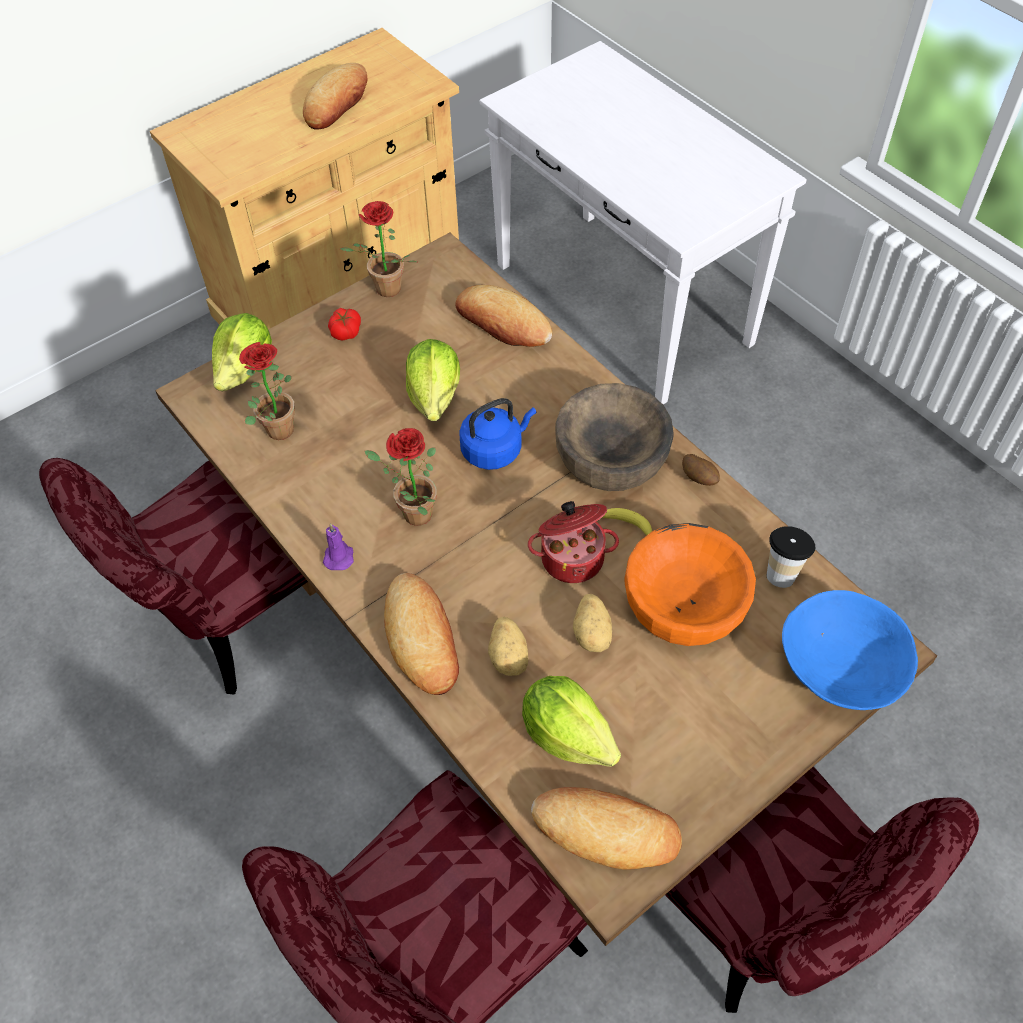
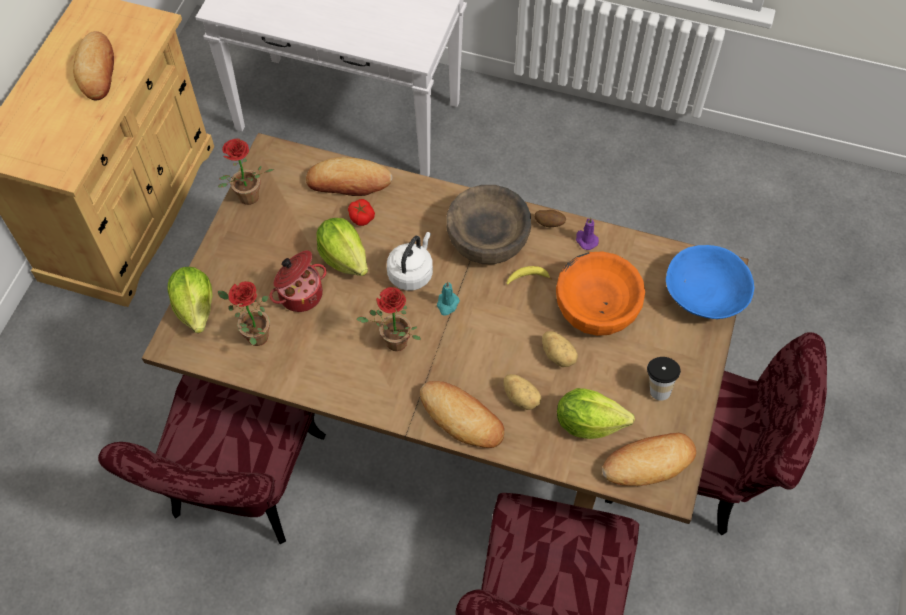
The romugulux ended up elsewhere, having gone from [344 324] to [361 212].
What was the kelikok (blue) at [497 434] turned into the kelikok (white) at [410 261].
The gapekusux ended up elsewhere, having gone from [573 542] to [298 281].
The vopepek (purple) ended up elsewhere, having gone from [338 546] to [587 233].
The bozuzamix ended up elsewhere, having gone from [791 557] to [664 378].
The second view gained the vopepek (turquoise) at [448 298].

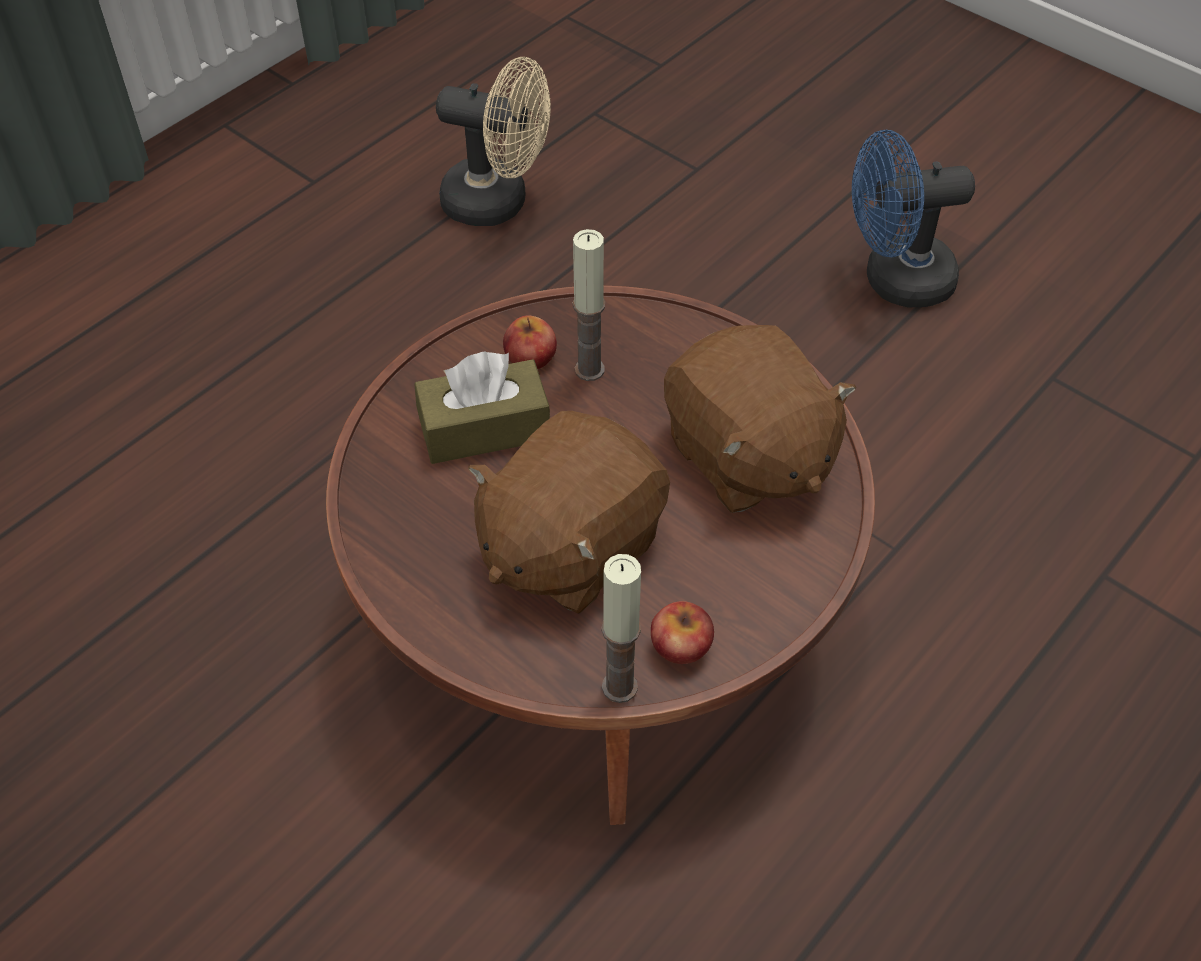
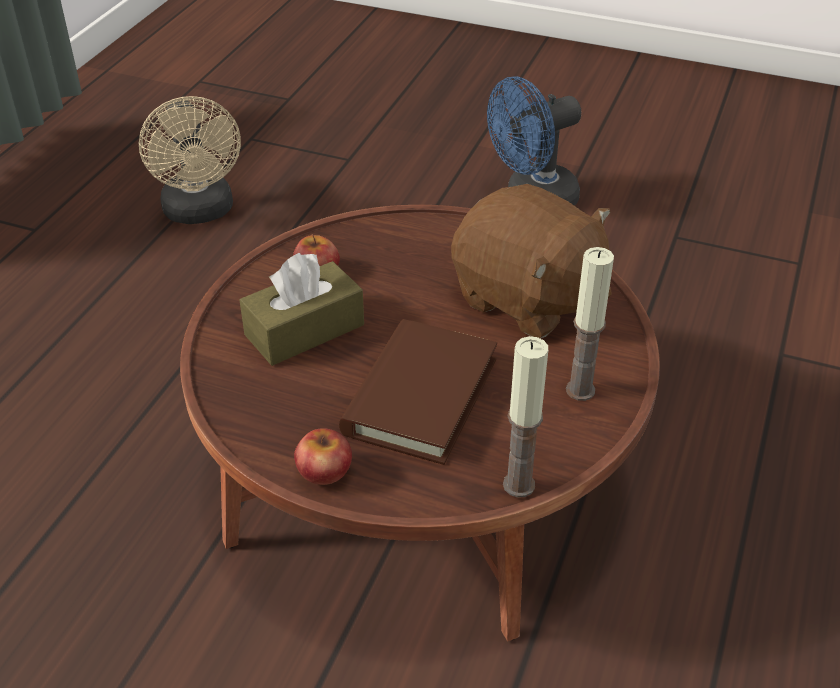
The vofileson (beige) at [493 141] ended up facing another way, 75 degrees clockwise from before.
The vopepek ended up elsewhere, having gone from [589 305] to [590 324].
Where the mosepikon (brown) stood at [569 512], the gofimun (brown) came to stand at [418 392].
The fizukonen ended up elsewhere, having gone from [682 632] to [323 456].

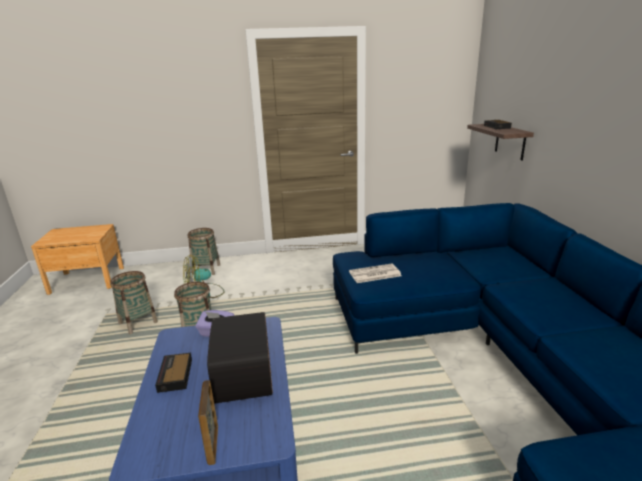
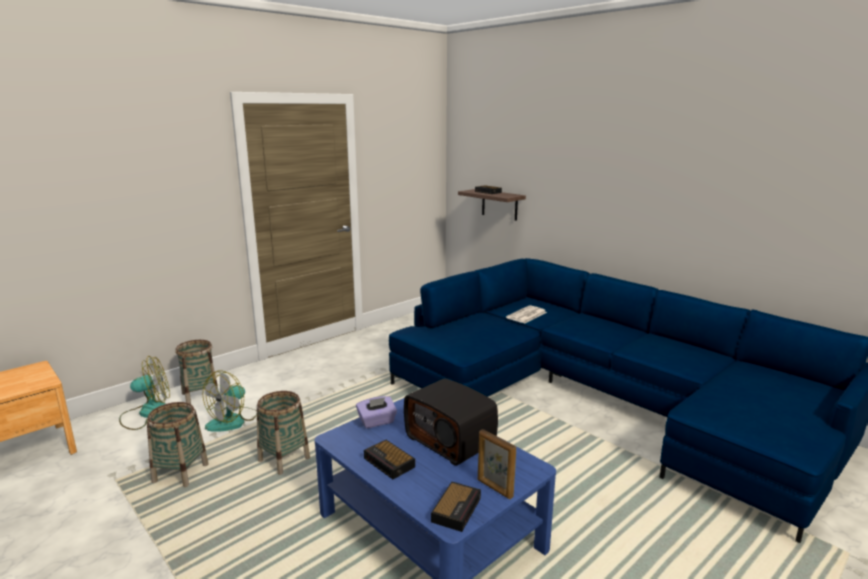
The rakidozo ended up elsewhere, having gone from [375 273] to [526 314].
The second view gained the vofileson at [144 393].
The second view gained the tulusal at [456 507].

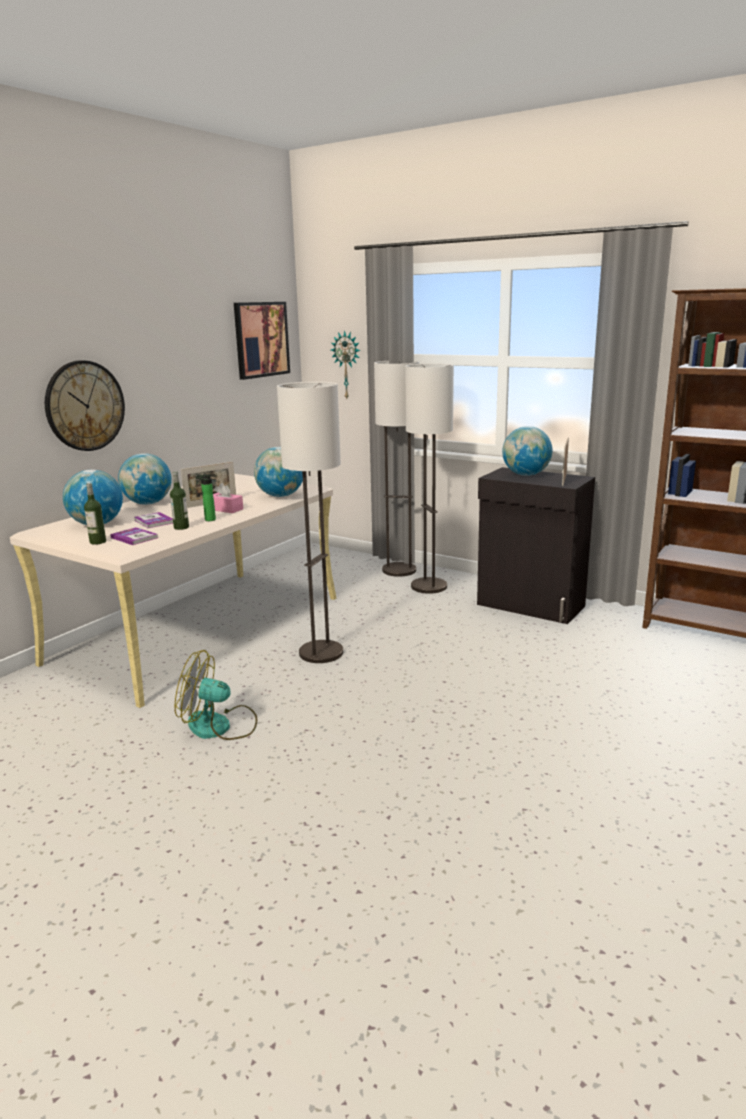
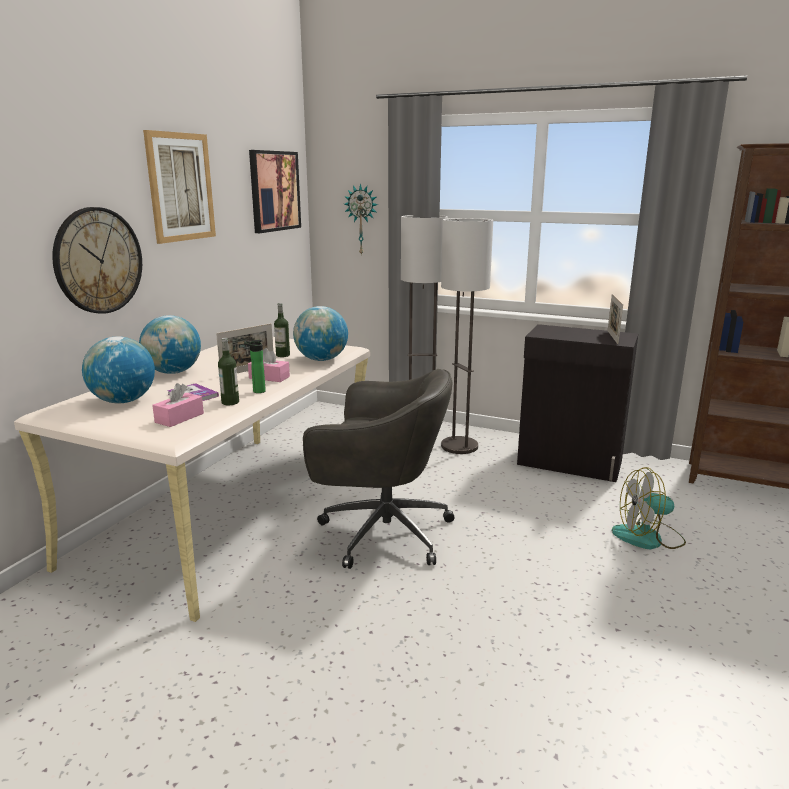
Where the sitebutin stood at [310 522], the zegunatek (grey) came to stand at [379 469].
The second view lost the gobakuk at [527 451].
The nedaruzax ended up elsewhere, having gone from [95 514] to [282 330].
Where the gofimun stood at [134 536], the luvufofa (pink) came to stand at [178 405].
The vofileson ended up elsewhere, having gone from [216 695] to [649 508].
The second view gained the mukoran at [179 187].

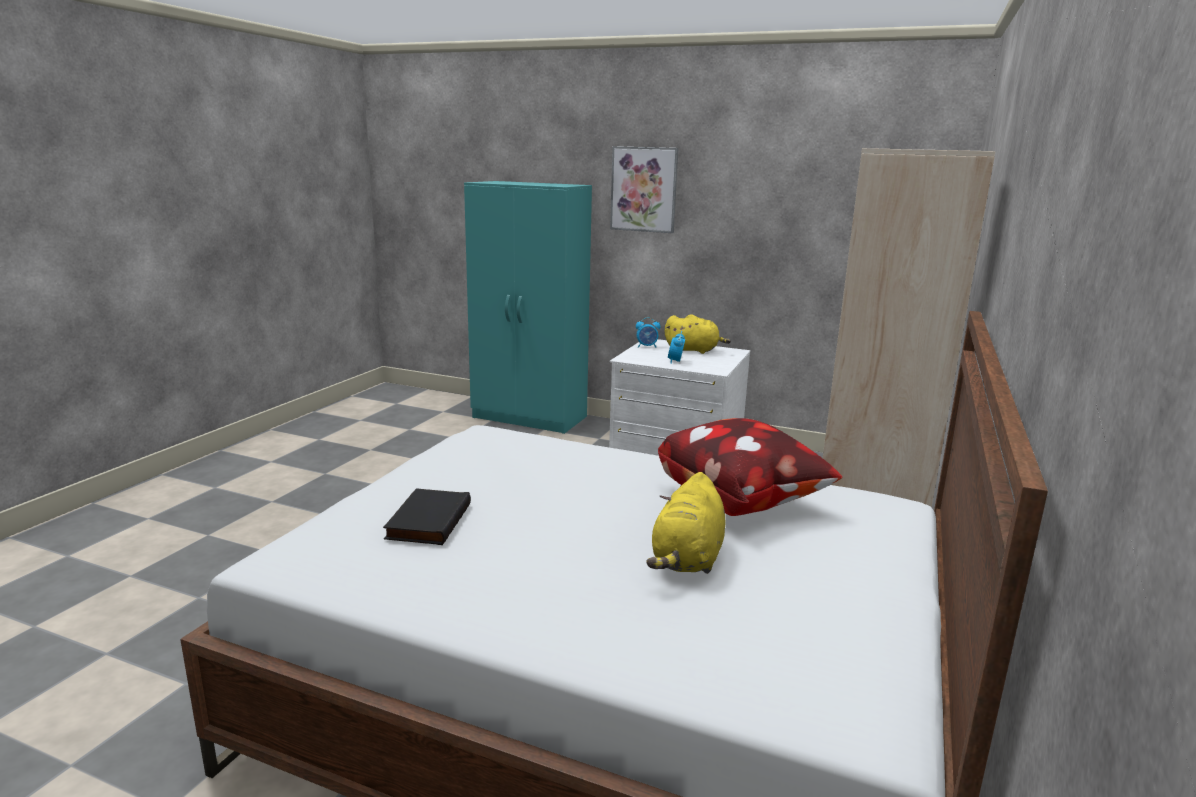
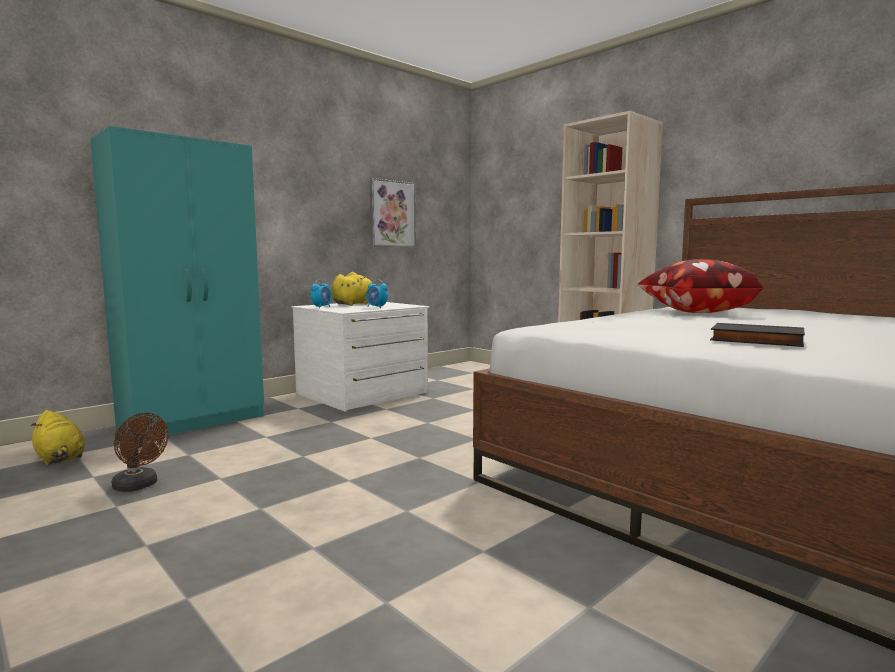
The mukoran ended up elsewhere, having gone from [644 189] to [393 212].
The mosepikon (yellow) ended up elsewhere, having gone from [686 523] to [58 437].
The second view gained the vofileson (brown) at [140 452].

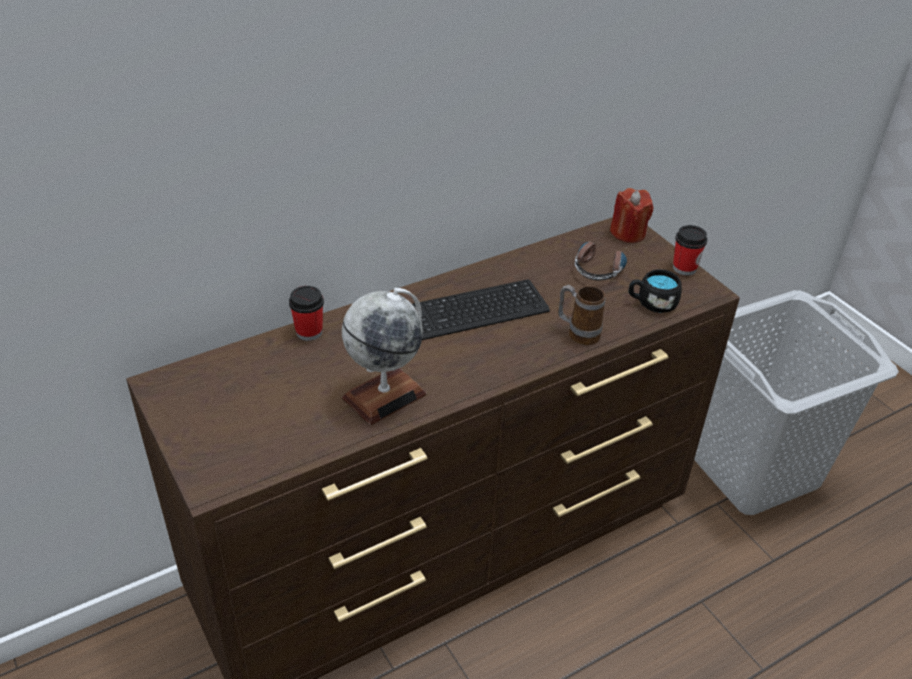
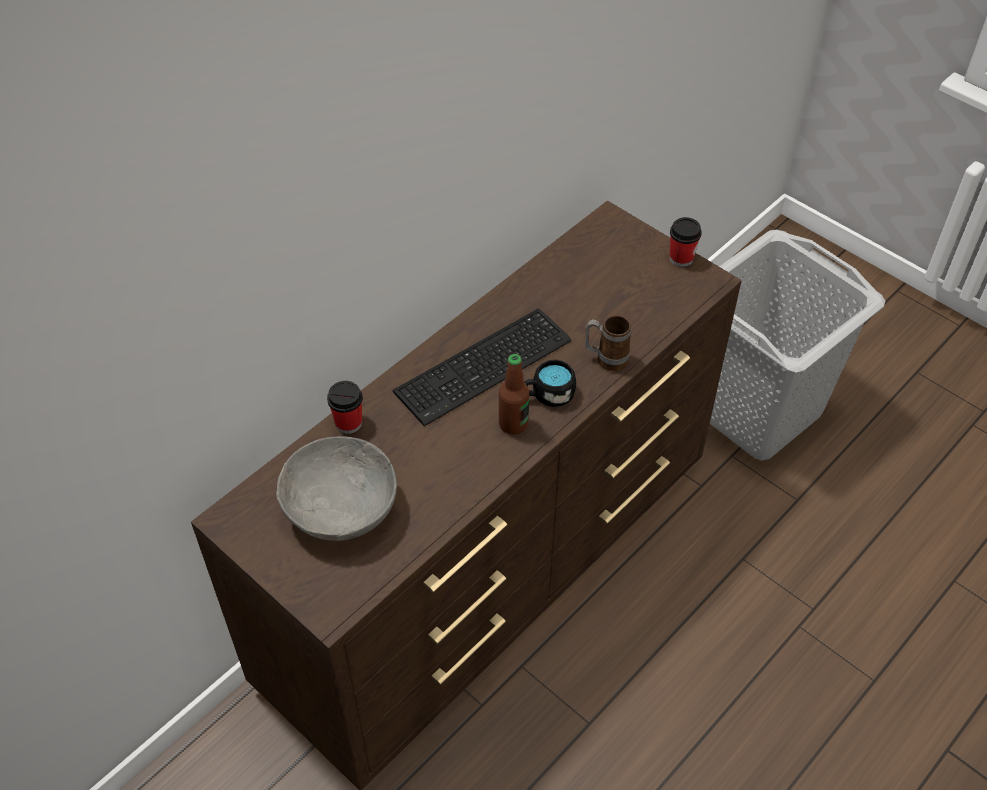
The second view lost the vopepek (red) at [631 215].
The second view lost the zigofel at [600 261].
The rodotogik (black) ended up elsewhere, having gone from [655 291] to [550 383].
The second view lost the gobakuk at [384 356].
The second view gained the nedaruzax at [514 394].
The second view gained the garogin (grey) at [336 488].

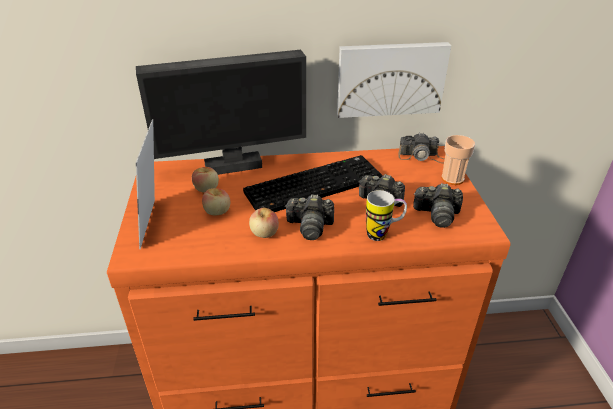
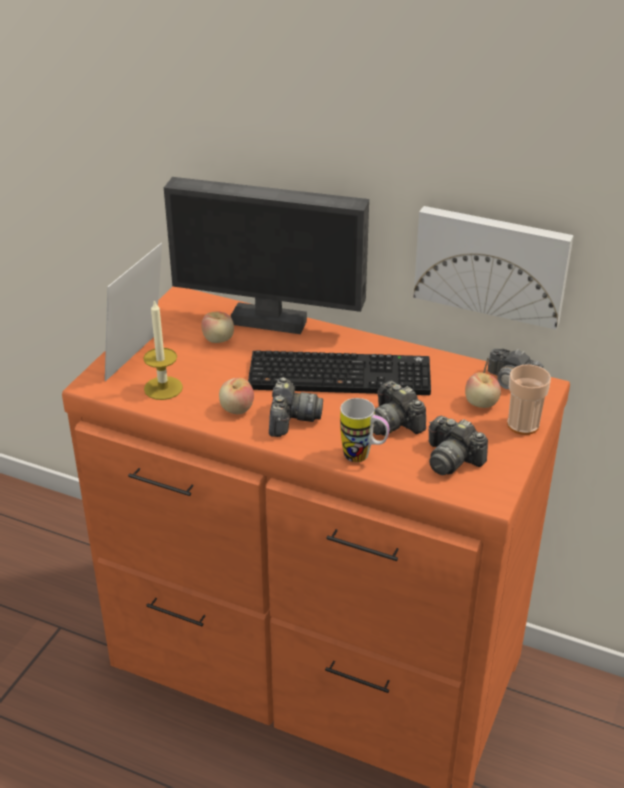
The fizukonen ended up elsewhere, having gone from [216 201] to [483 390].
The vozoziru at [309 217] ended up facing another way, 120 degrees counterclockwise from before.
The second view gained the vopepek at [163 349].

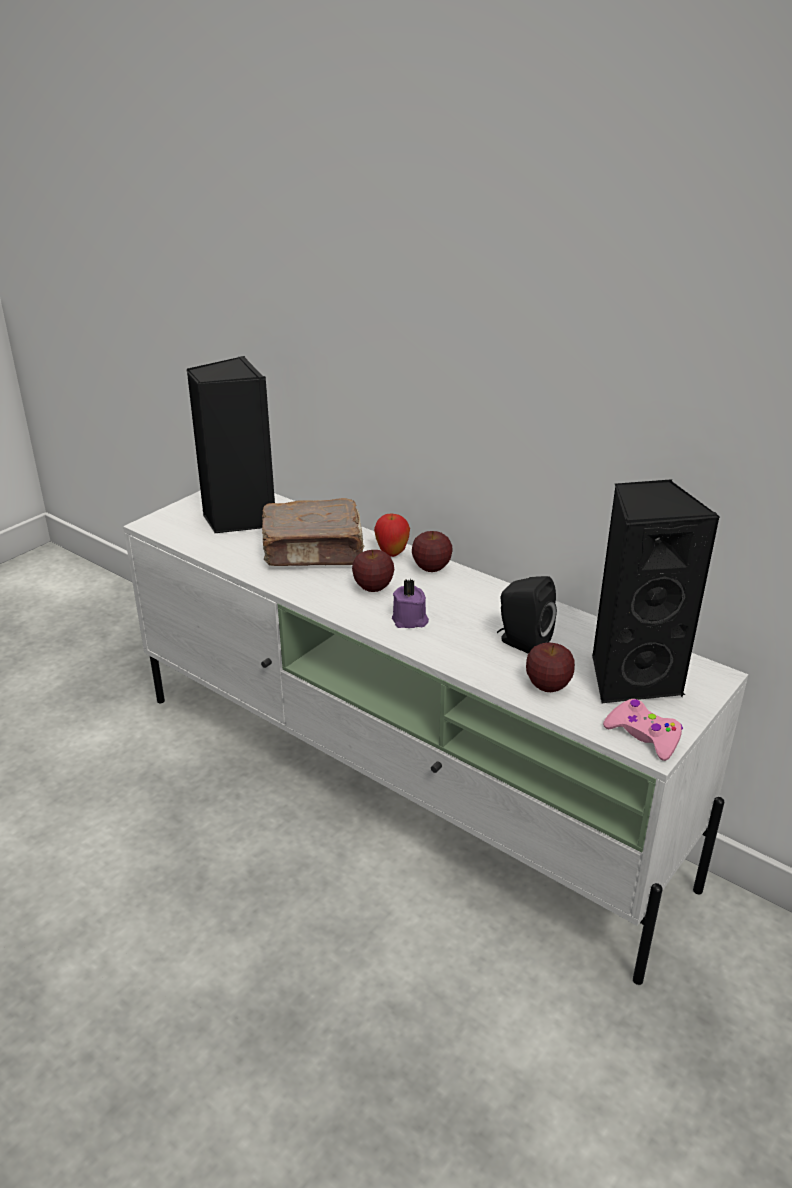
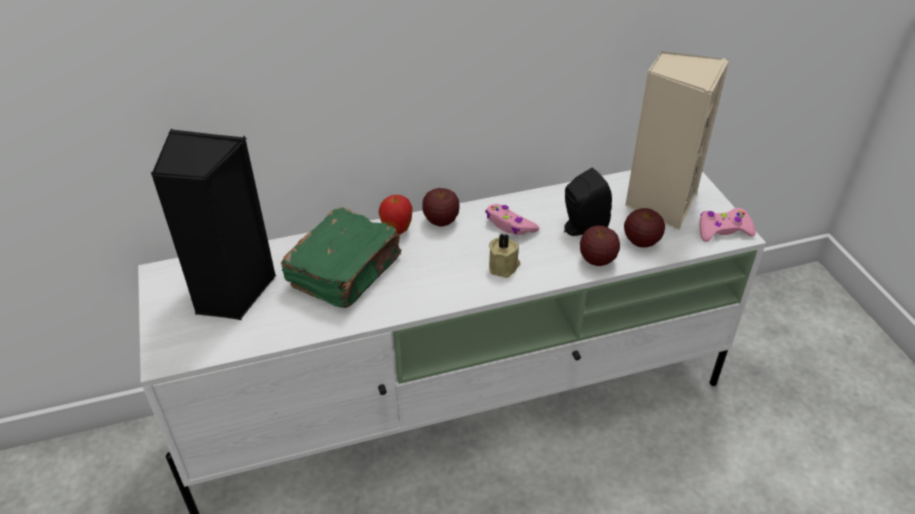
What was the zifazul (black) at [655 591] turned into the zifazul (beige) at [677 140].
What was the gofimun (brown) at [313 532] turned into the gofimun (green) at [341 258].
The fizukonen ended up elsewhere, having gone from [373 571] to [600 246].
What was the vopepek (purple) at [410 603] turned into the vopepek (beige) at [504 256].
The second view gained the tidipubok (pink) at [512 219].

